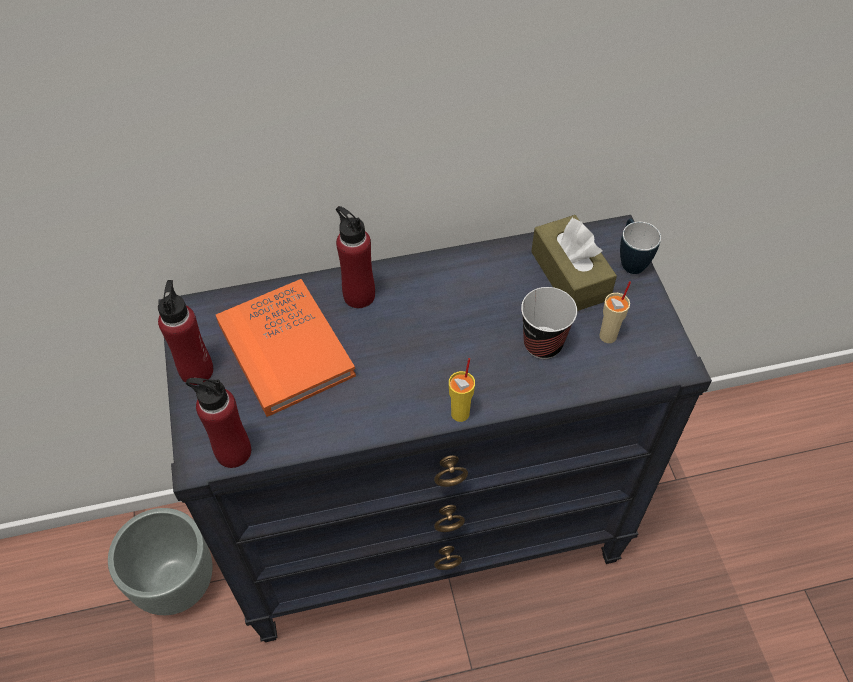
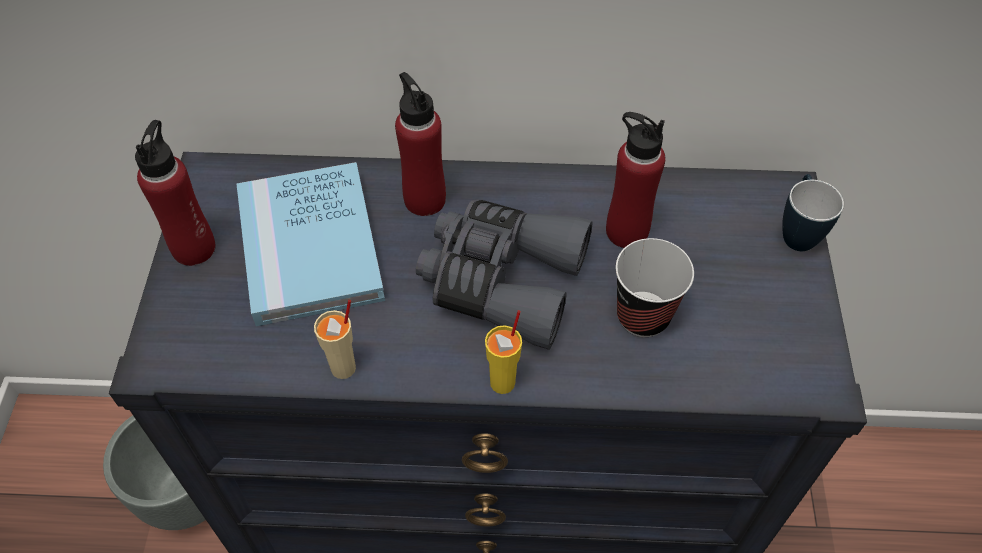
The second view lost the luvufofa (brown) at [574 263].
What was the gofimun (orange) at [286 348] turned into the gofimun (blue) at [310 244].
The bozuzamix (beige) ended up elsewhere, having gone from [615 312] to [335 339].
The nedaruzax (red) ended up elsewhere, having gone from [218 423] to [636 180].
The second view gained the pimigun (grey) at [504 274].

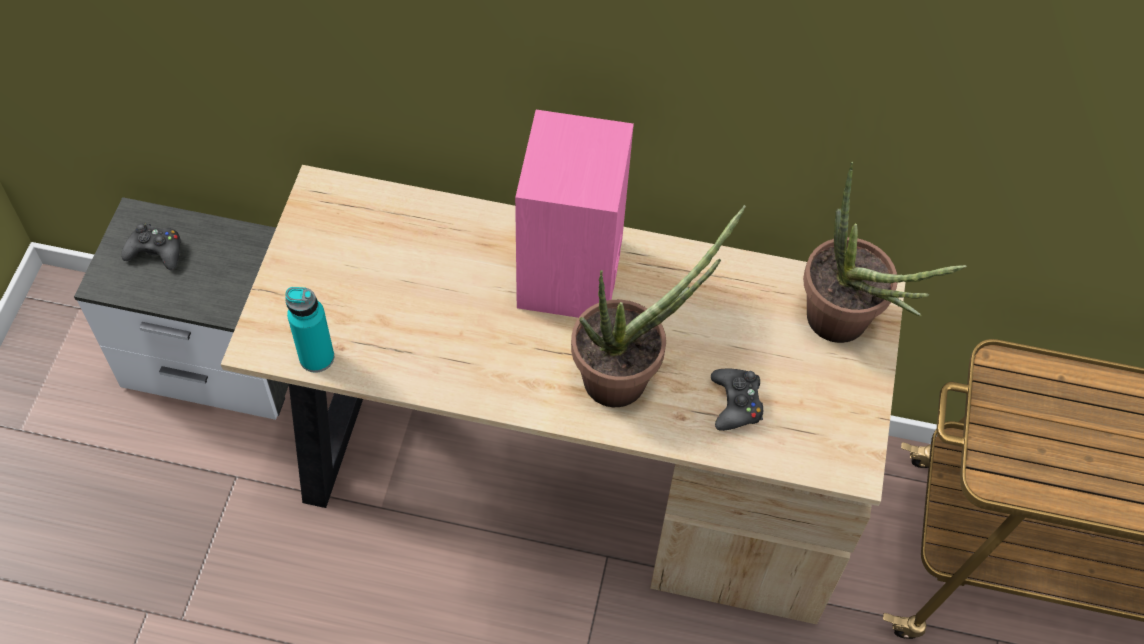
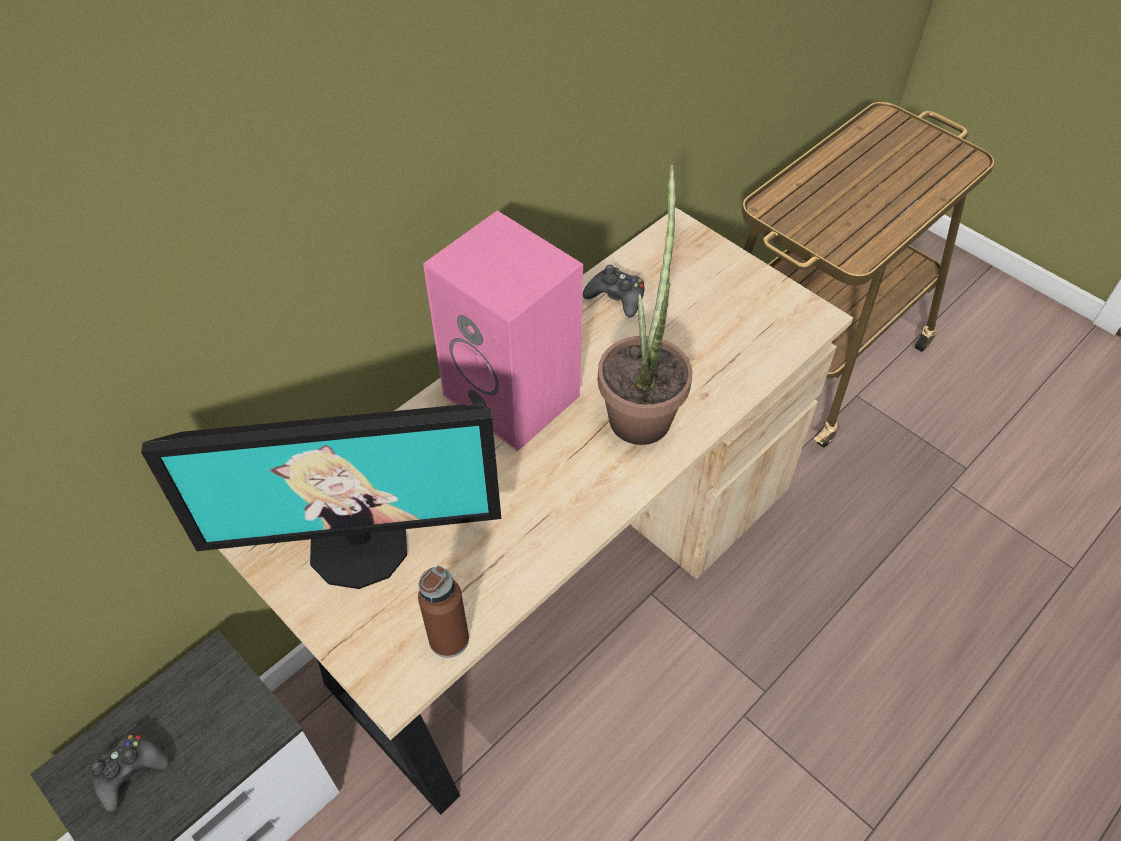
The second view lost the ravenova at [885 252].
What was the nedaruzax (turquoise) at [309 330] turned into the nedaruzax (brown) at [443 612].
The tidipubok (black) ended up elsewhere, having gone from [737 400] to [613 291].
The second view gained the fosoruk at [321 496].

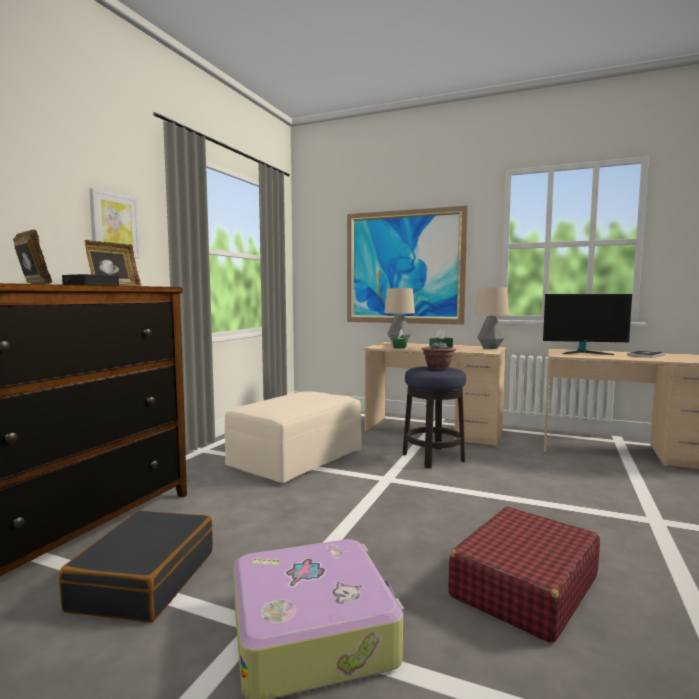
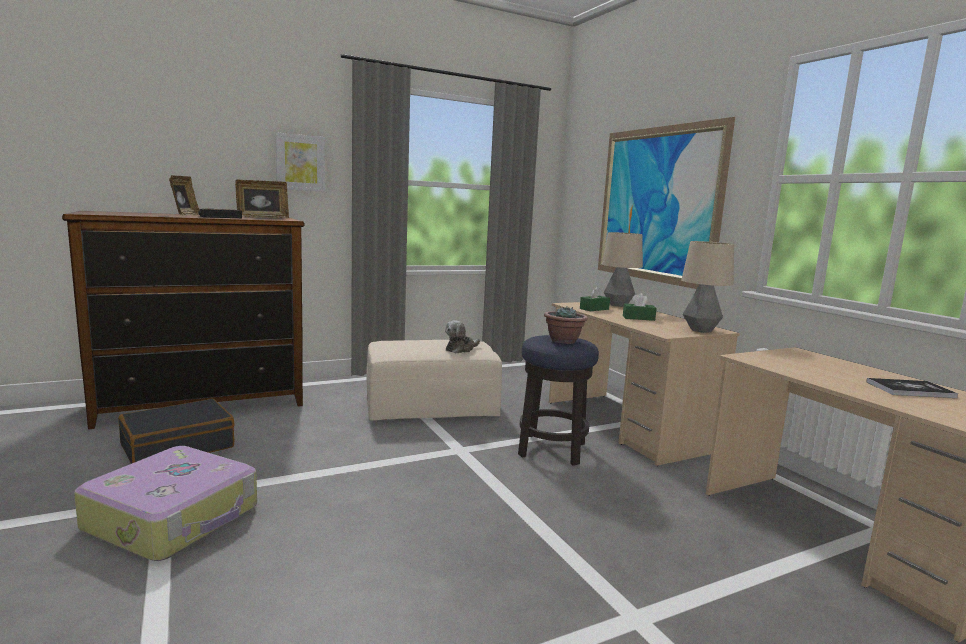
The second view lost the fosoruk at [587 324].
The second view lost the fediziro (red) at [524 575].
The second view gained the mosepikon at [462 336].

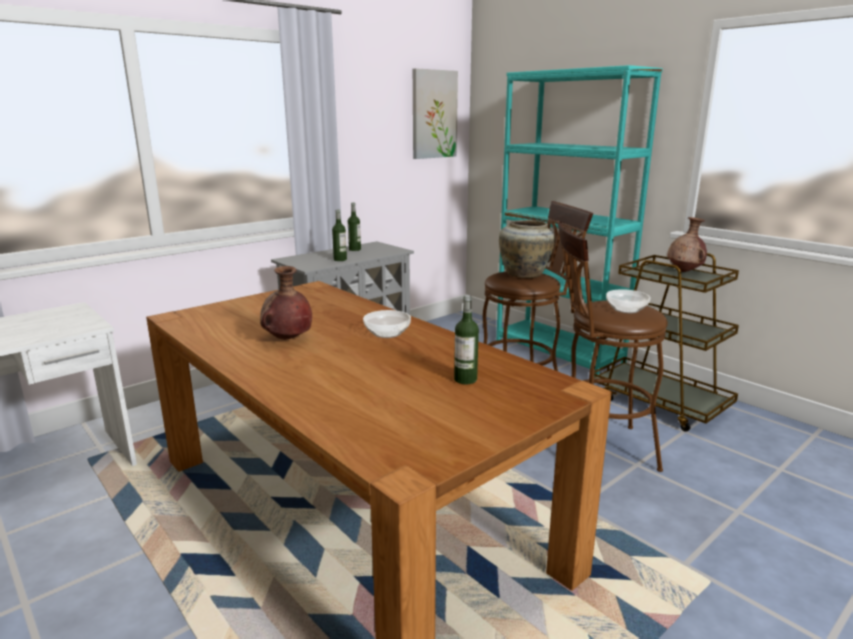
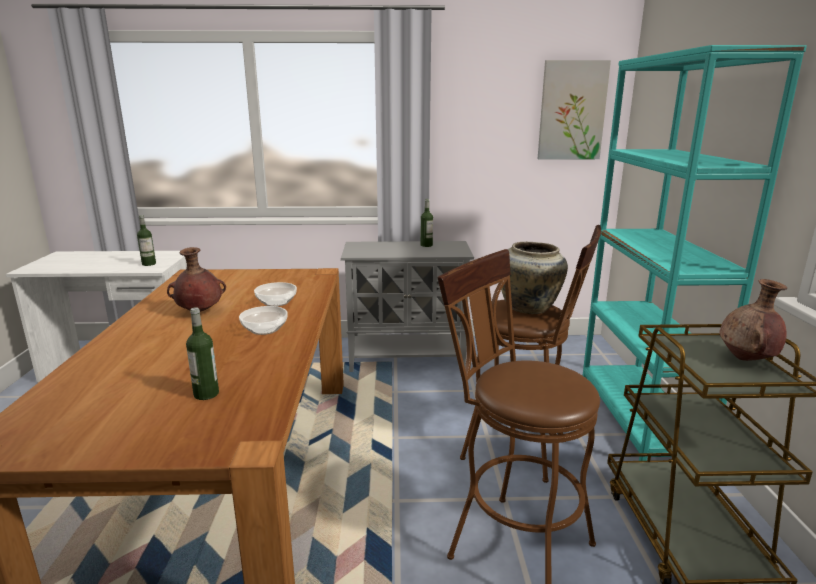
The nedaruzax ended up elsewhere, having gone from [339 235] to [146 240].
The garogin ended up elsewhere, having gone from [628 301] to [275 294].

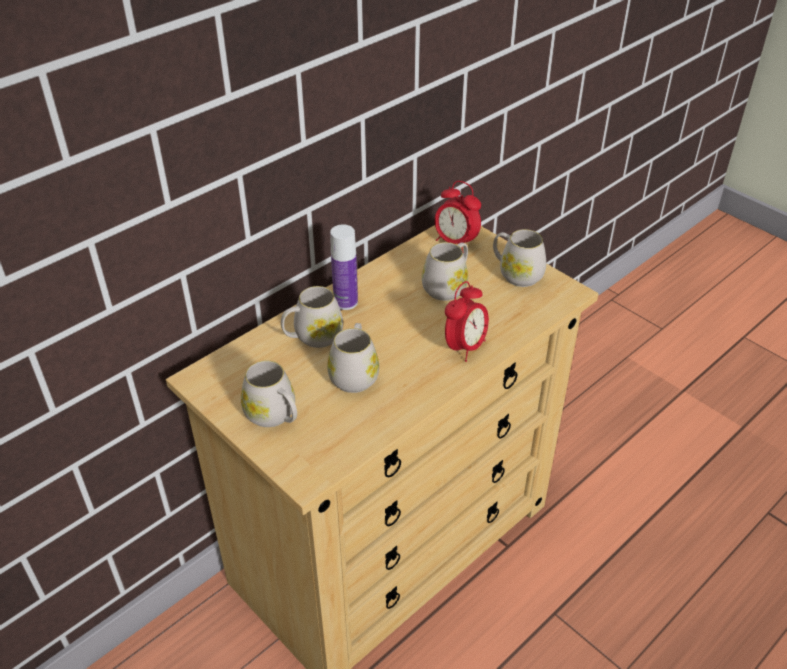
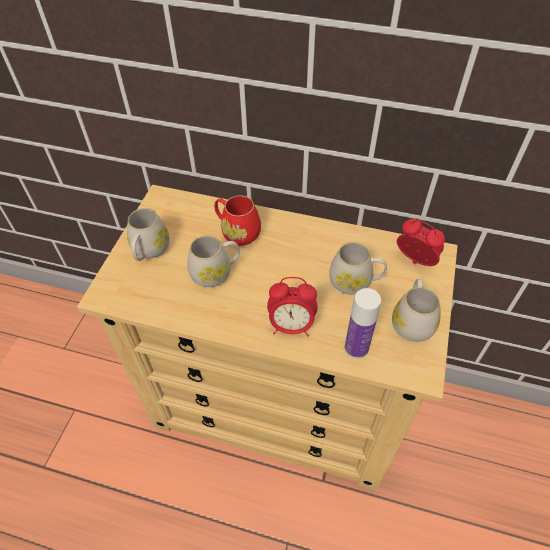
The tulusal at [458 216] ended up facing another way, 120 degrees clockwise from before.
The nedaruzax ended up elsewhere, having gone from [344 267] to [363 323].
What was the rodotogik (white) at [312 317] turned into the rodotogik (red) at [237 220].

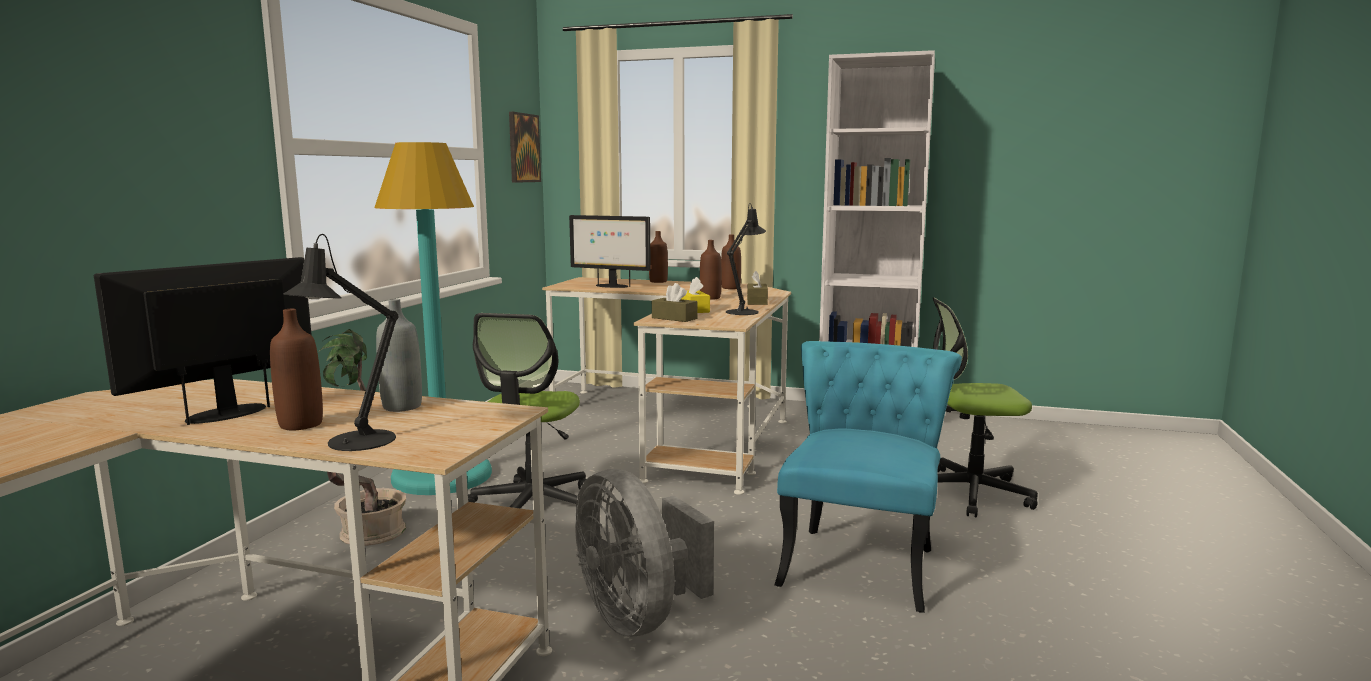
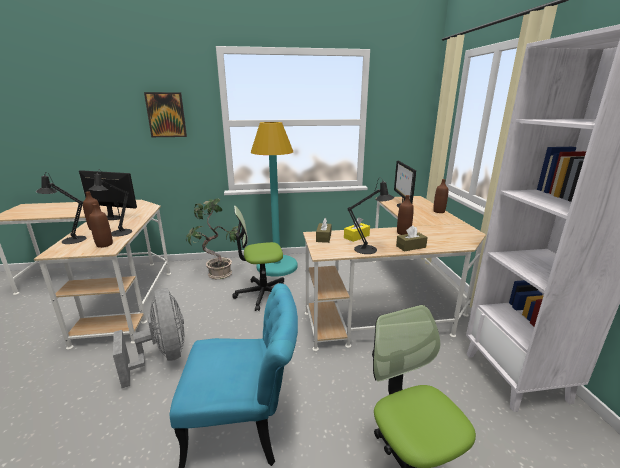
The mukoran ended up elsewhere, having gone from [525 147] to [165 114].
The nedaruzax (brown) ended up elsewhere, having gone from [731 261] to [101 226].
Where the nedaruzax (grey) stood at [399 355], the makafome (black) came to stand at [110 203].
The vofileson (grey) at [644 552] ended up facing another way, 120 degrees clockwise from before.

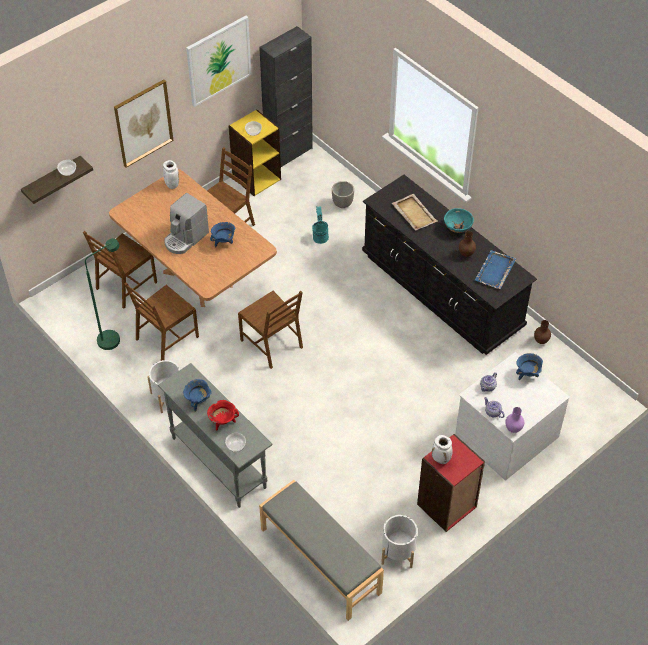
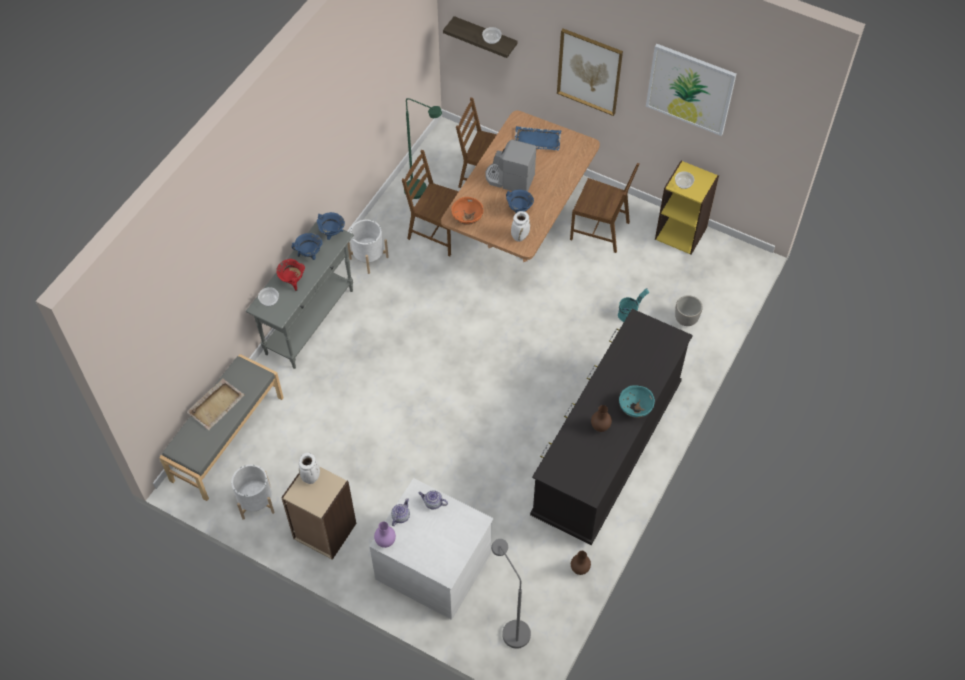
The second view lost the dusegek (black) at [286 96].
The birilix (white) ended up elsewhere, having gone from [171 174] to [520 226].
The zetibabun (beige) ended up elsewhere, having gone from [415 212] to [215 404].
The zetibabun (blue) ended up elsewhere, having gone from [495 269] to [537 138].
The second view lost the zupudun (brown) at [270 330].
The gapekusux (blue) ended up elsewhere, having gone from [529 366] to [331 226].
What was the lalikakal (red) at [451 483] turned into the lalikakal (beige) at [318 513].
The second view gained the garogin (orange) at [467 211].
The second view gained the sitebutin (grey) at [511 594].

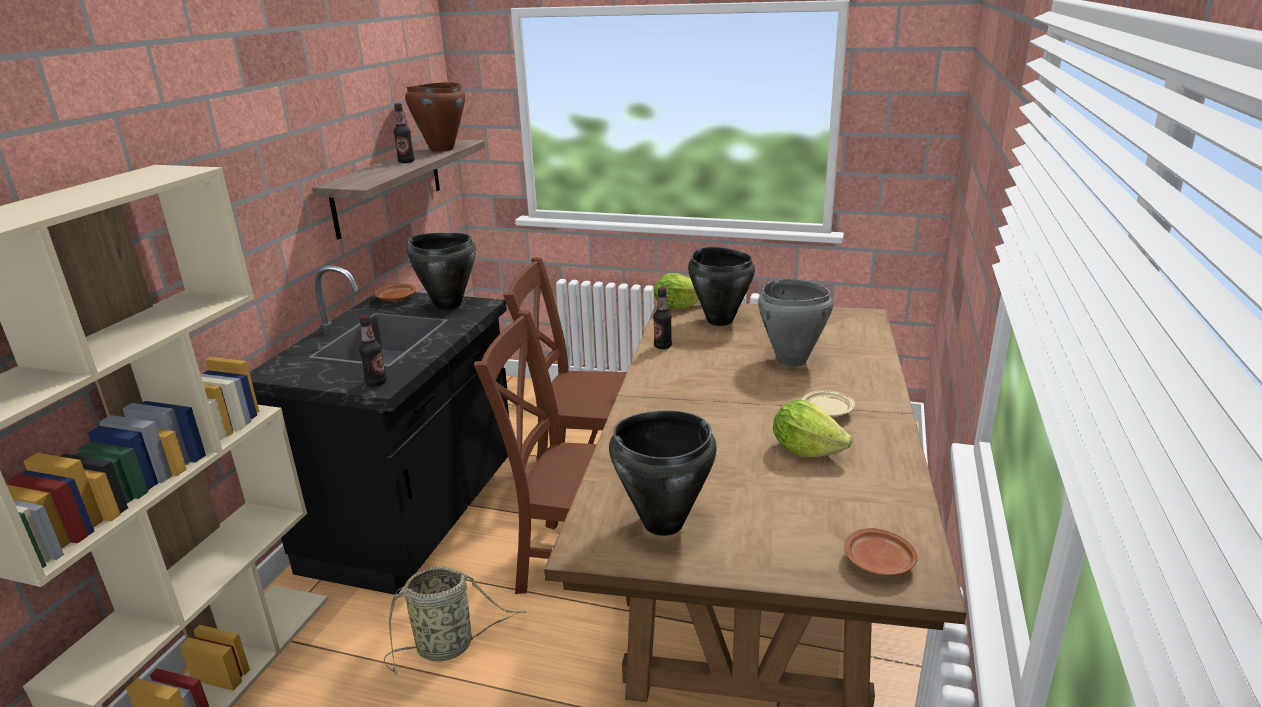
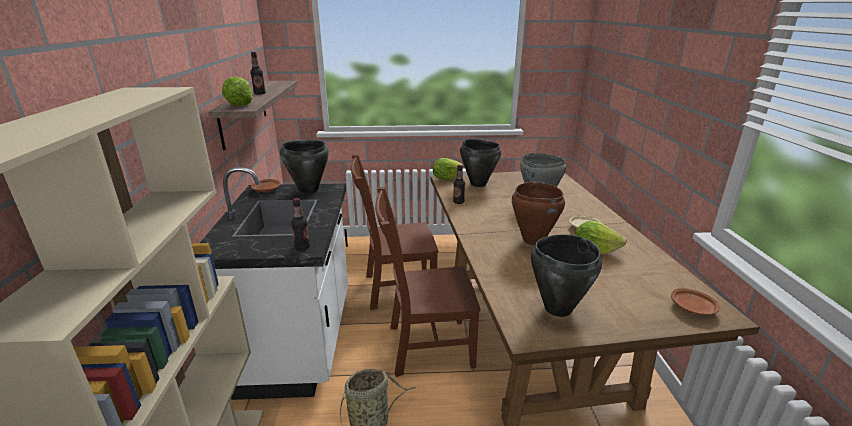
The gapekusux (brown) ended up elsewhere, having gone from [435 117] to [538 214].
What was the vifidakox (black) at [379 430] turned into the vifidakox (white) at [274 283].
The second view gained the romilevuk at [237 91].

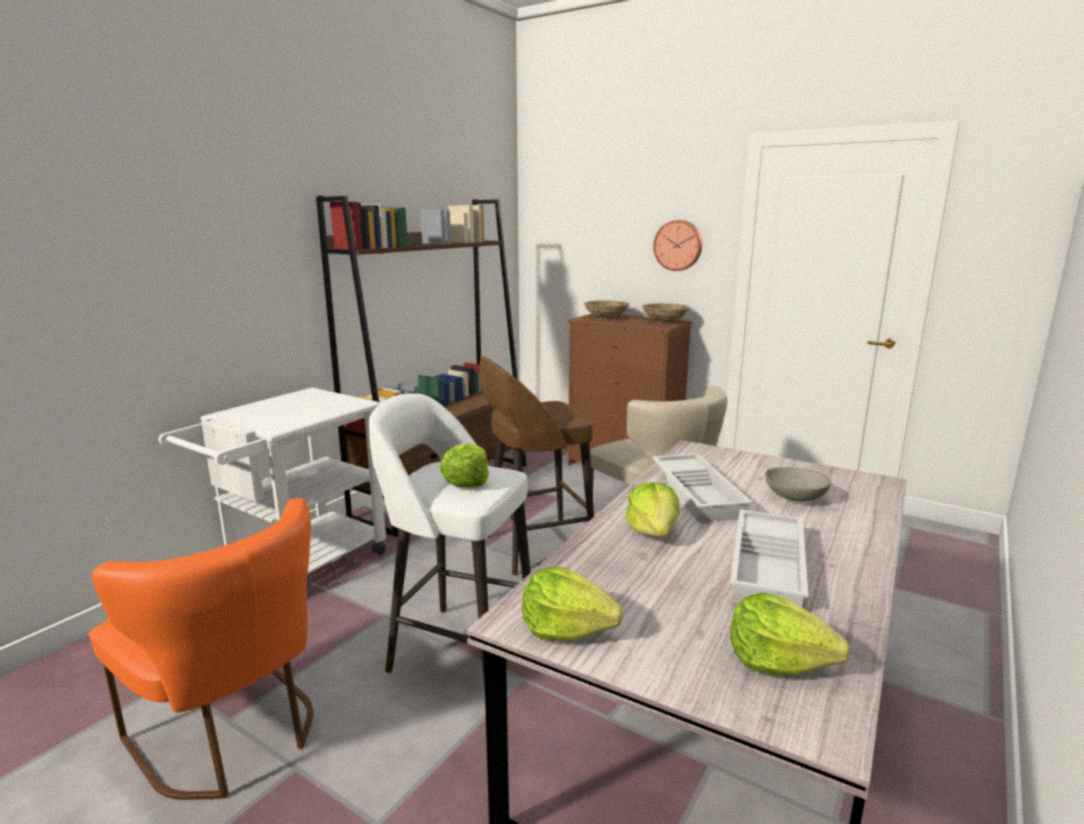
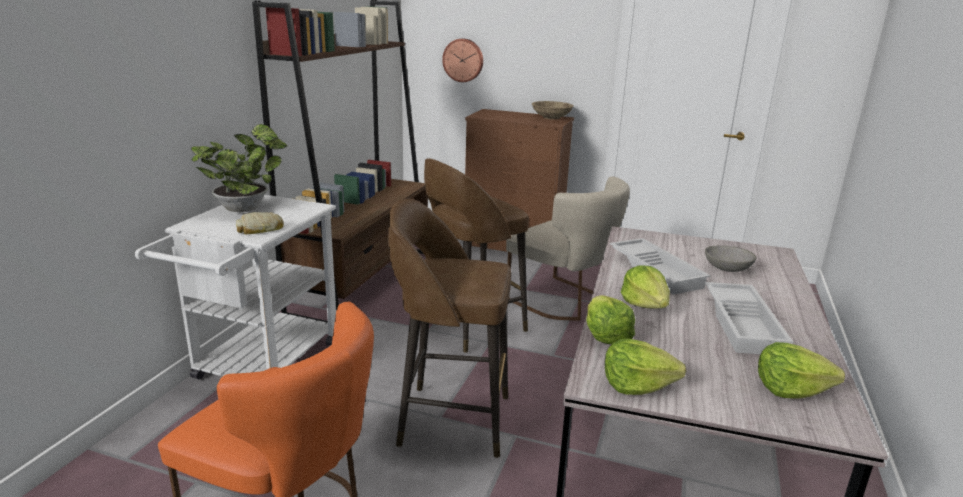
The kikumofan ended up elsewhere, having gone from [677 245] to [462 60].
The second view lost the garogin (beige) at [607 309].
What was the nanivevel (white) at [450 541] turned into the nanivevel (brown) at [449 328].
The romilevuk ended up elsewhere, having gone from [464 465] to [610 319].
The second view gained the ravenova at [239 168].
The second view gained the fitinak at [260 223].

